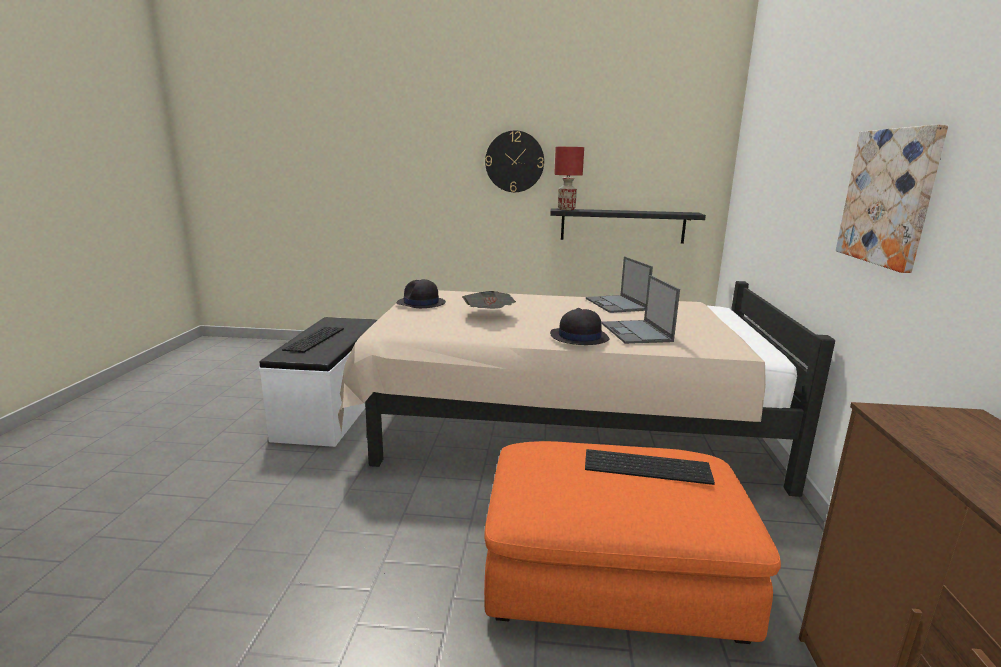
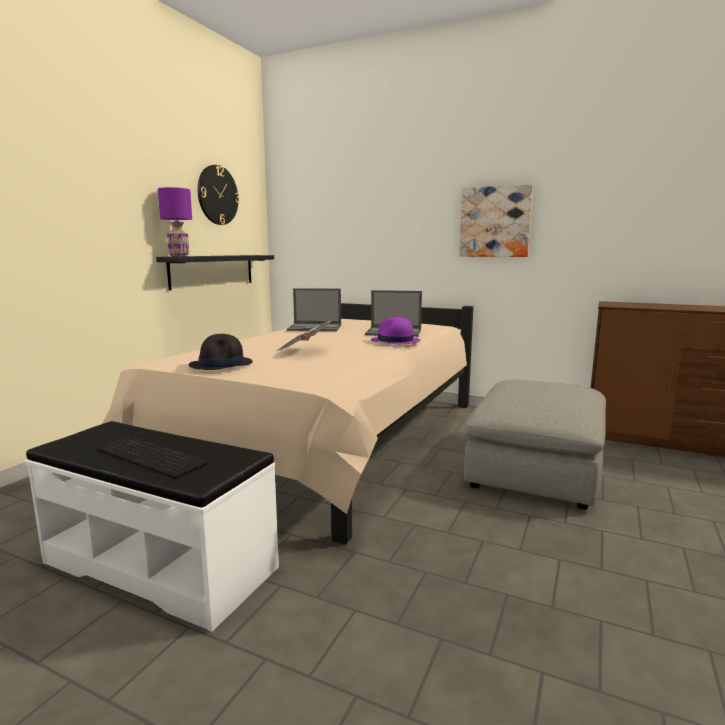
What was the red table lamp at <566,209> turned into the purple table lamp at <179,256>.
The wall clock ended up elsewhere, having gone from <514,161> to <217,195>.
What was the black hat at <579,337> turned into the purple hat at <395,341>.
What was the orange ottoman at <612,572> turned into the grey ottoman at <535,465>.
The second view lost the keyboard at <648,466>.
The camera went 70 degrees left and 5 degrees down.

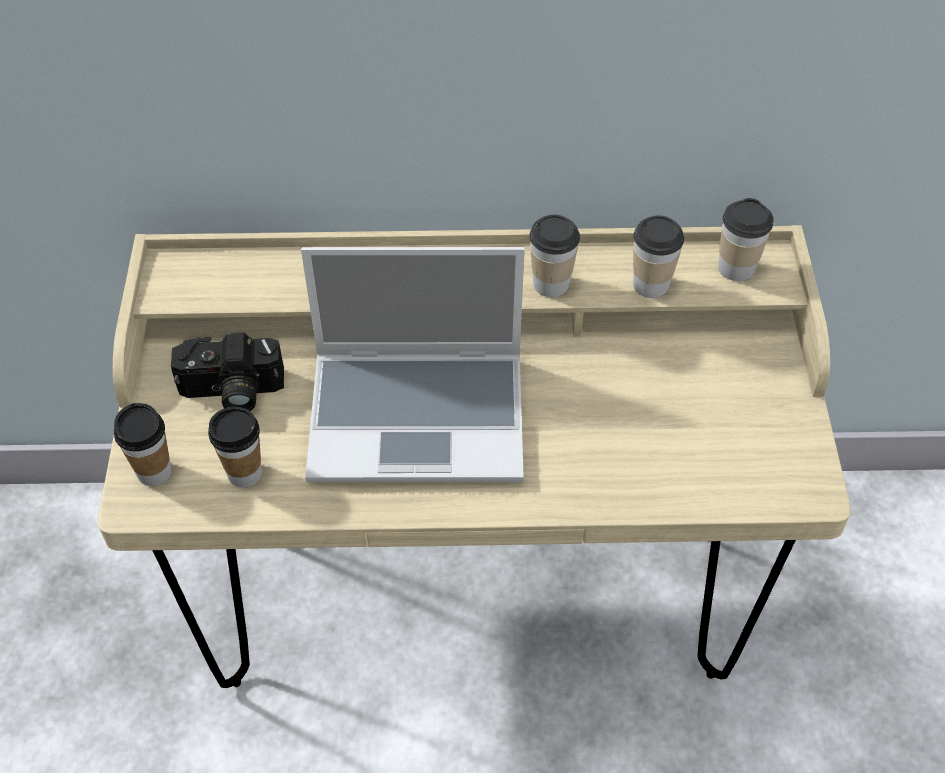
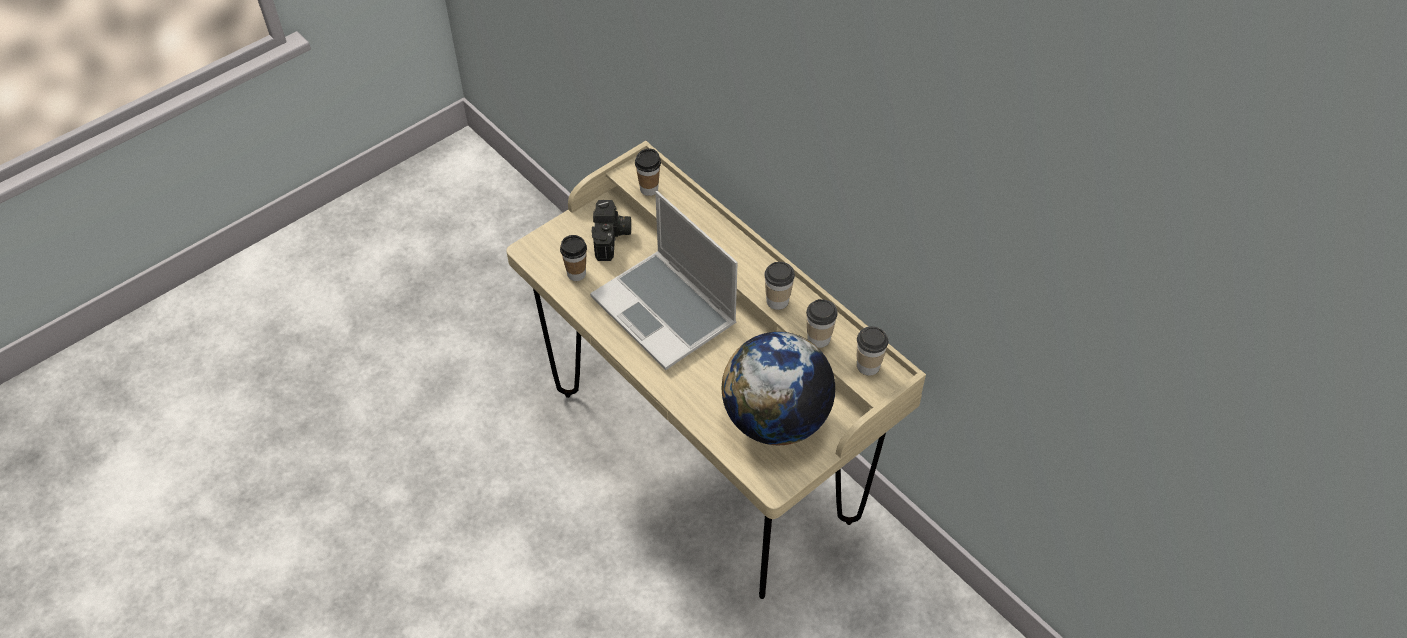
The photo camera at <231,392> ended up facing another way, 135 degrees counterclockwise from before.
The cup ended up elsewhere, having gone from <154,472> to <649,189>.
The second view gained the globe at <775,420>.
The camera went 50 degrees right and 0 degrees up.

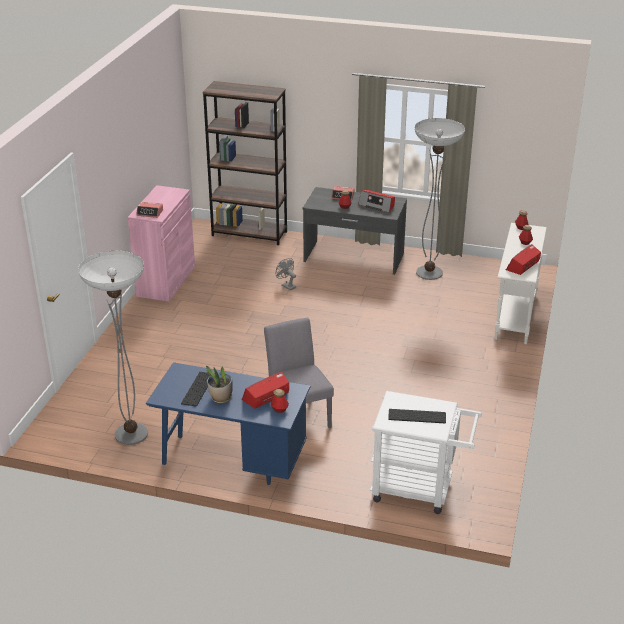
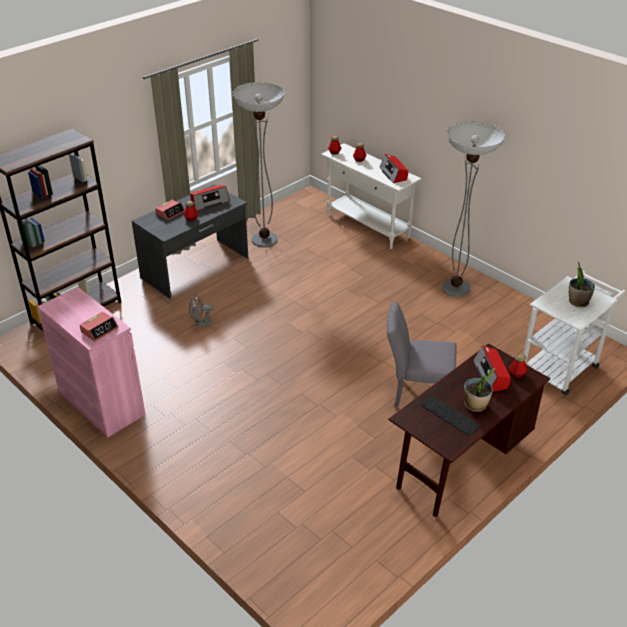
What was the blue desk at <232,461> turned into the brown desk at <461,463>.
The floor lamp ended up elsewhere, having gone from <131,434> to <455,288>.
Where the keyboard stood at <416,417>, the potted plant came to stand at <577,302>.
The camera went 60 degrees left and 5 degrees up.

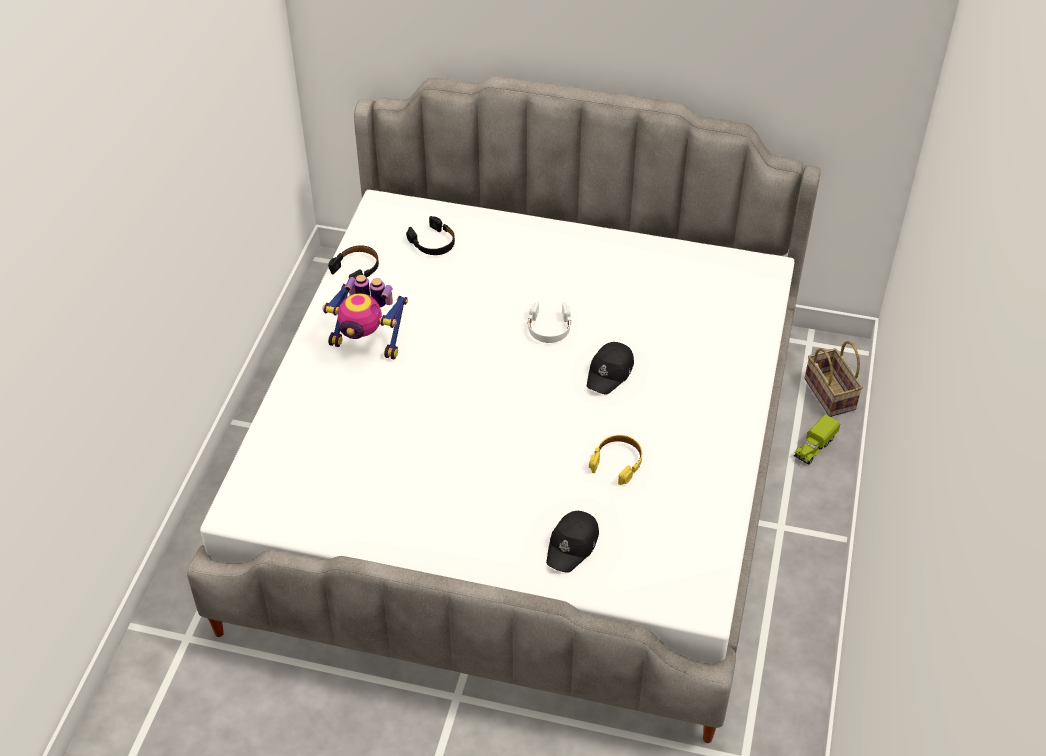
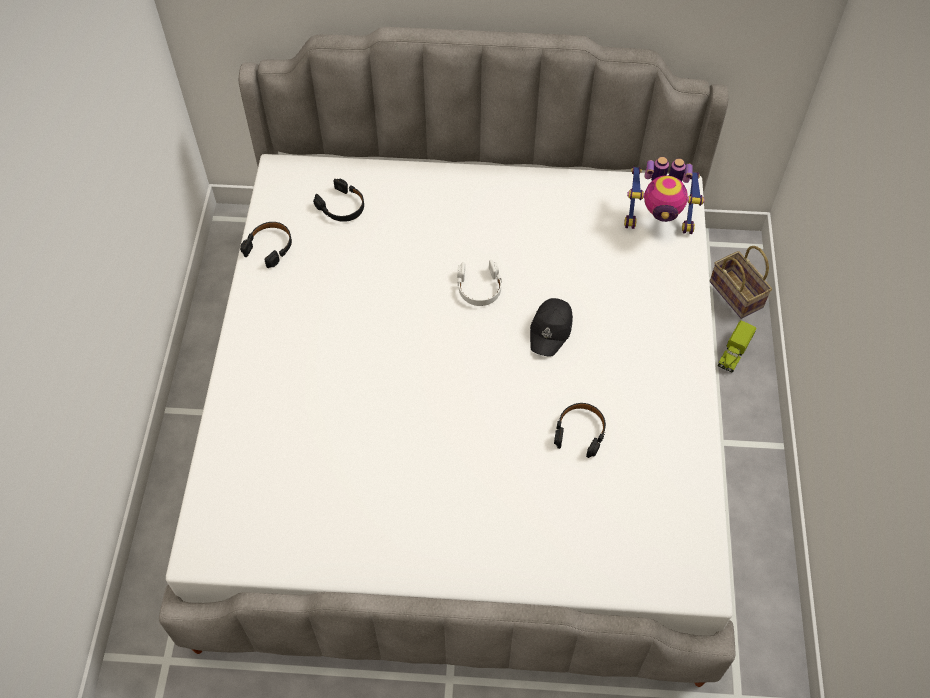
What was the yellow headphones at <617,462> turned into the black headphones at <580,432>.
The toy robot ended up elsewhere, having gone from <367,343> to <658,221>.
The second view lost the black cap at <573,545>.
The camera went 10 degrees left and 10 degrees up.

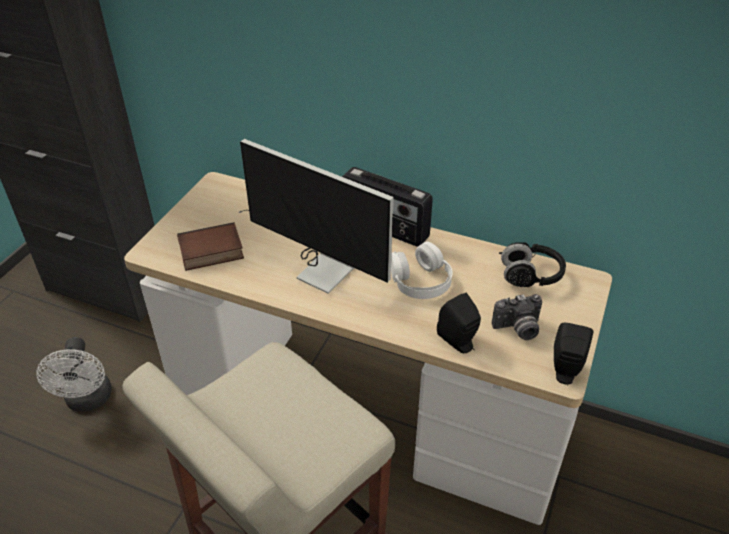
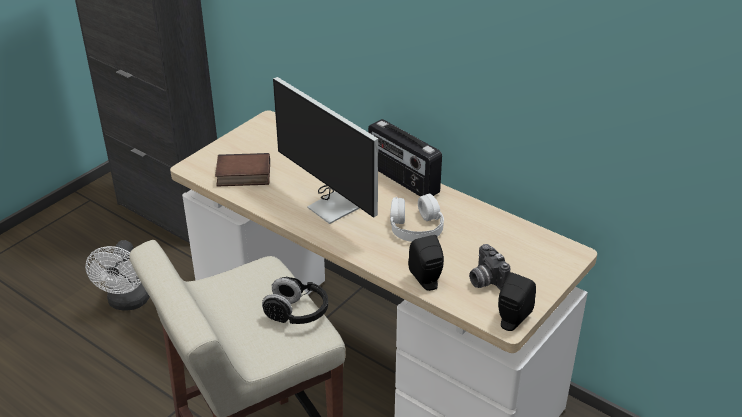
The black headphones ended up elsewhere, having gone from <530,276> to <296,313>.
The photo camera at <518,329> ended up facing another way, 60 degrees clockwise from before.
The camera went 15 degrees right and 5 degrees down.

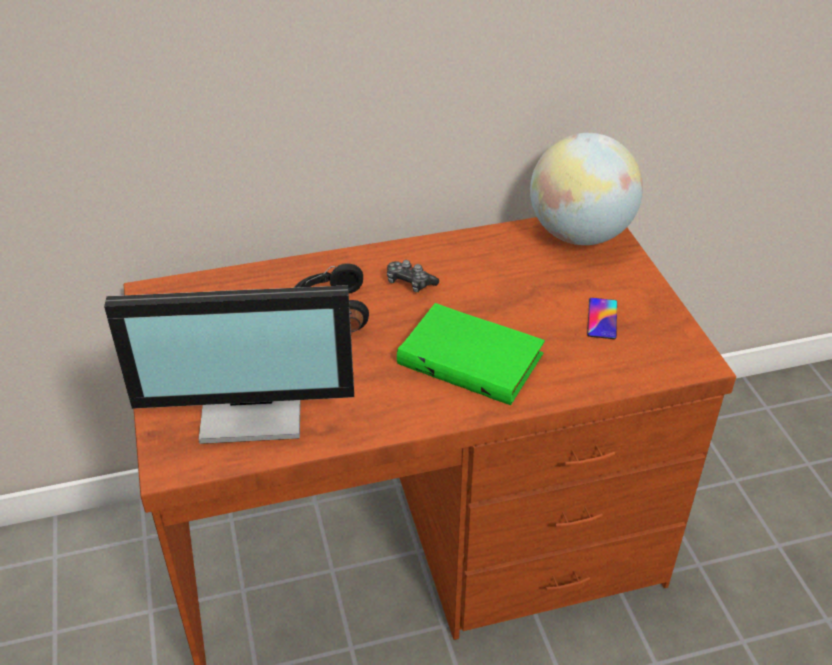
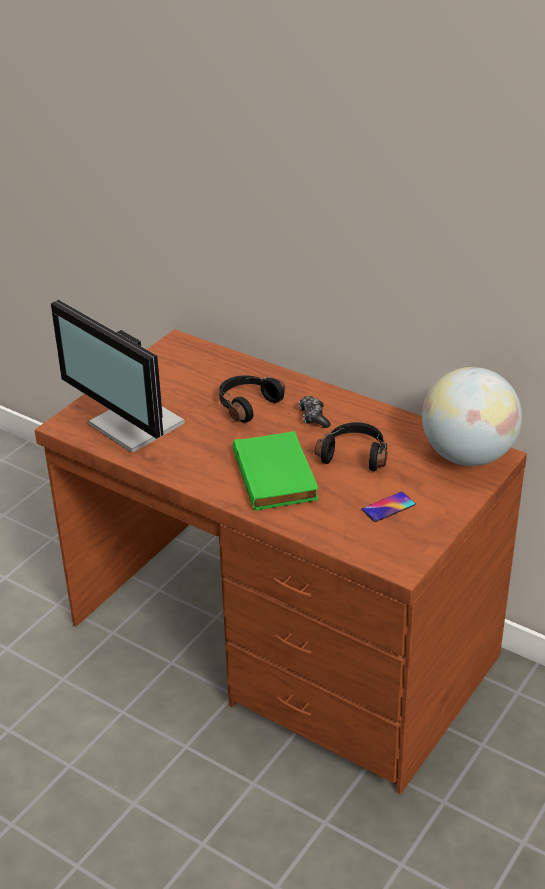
The second view gained the black headphones at <354,454>.
The camera went 50 degrees right and 5 degrees down.

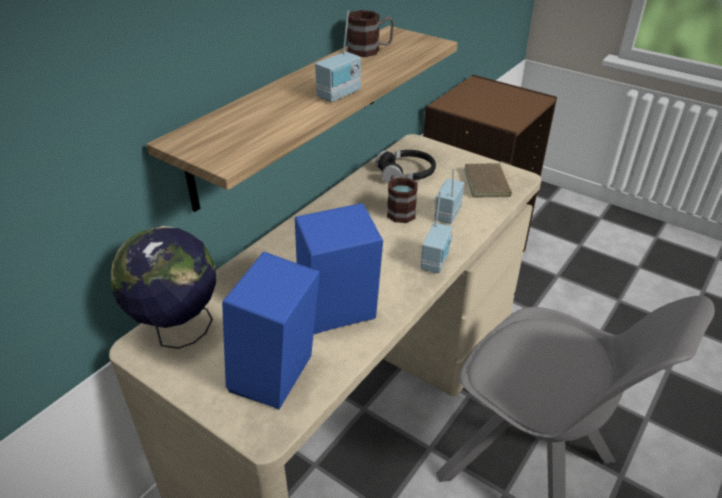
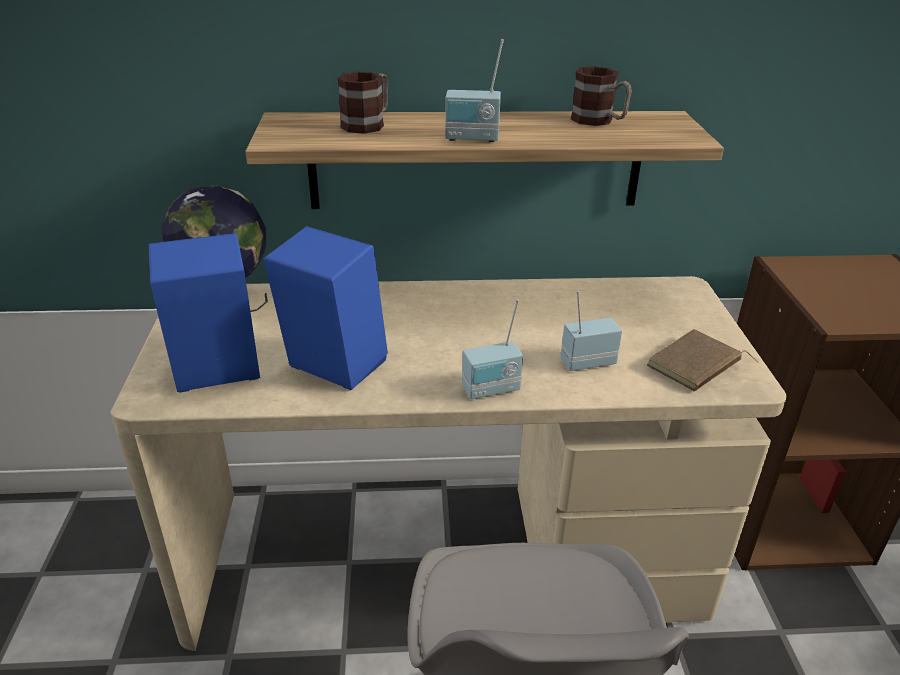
The mug ended up elsewhere, having gone from <399,210> to <368,124>.
The second view lost the black headphones at <406,173>.
The camera went 50 degrees right and 5 degrees down.

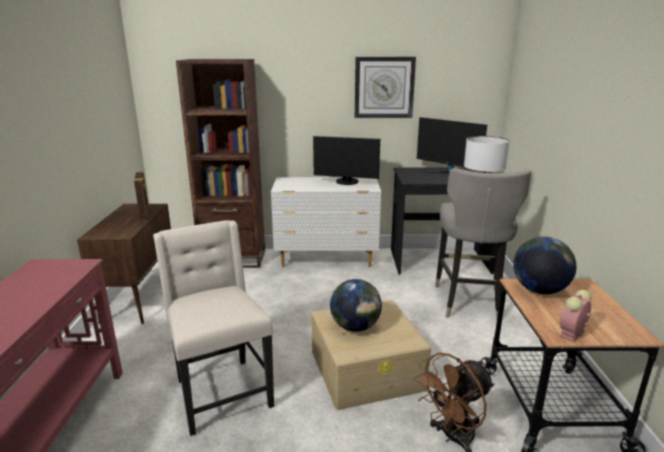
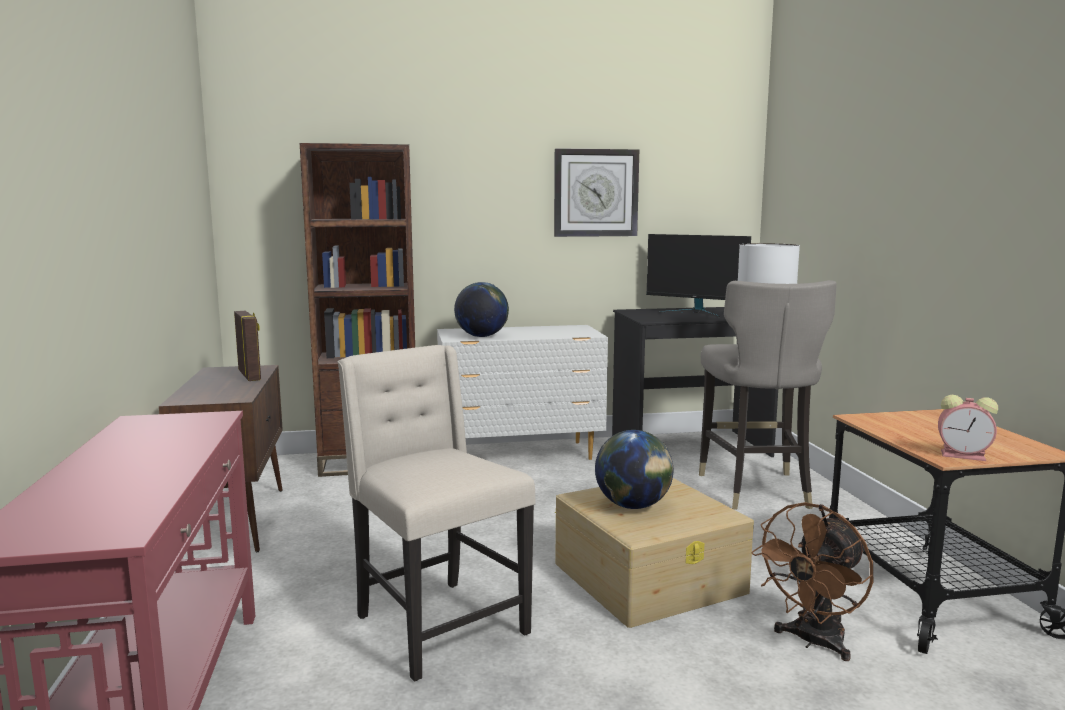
The globe ended up elsewhere, having gone from <539,291> to <482,336>.
The alarm clock at <571,334> ended up facing another way, 105 degrees counterclockwise from before.
The second view lost the monitor at <346,182>.
The camera went 10 degrees left and 10 degrees down.

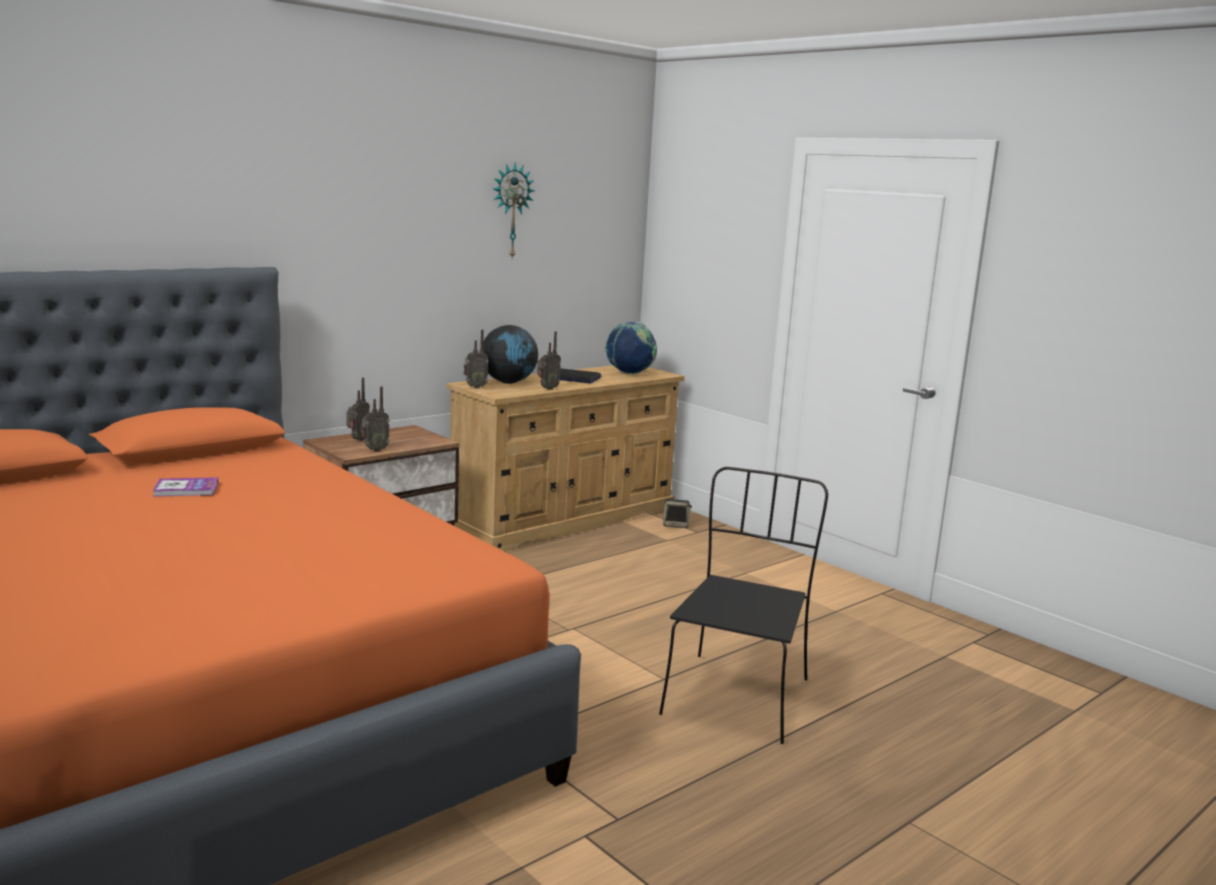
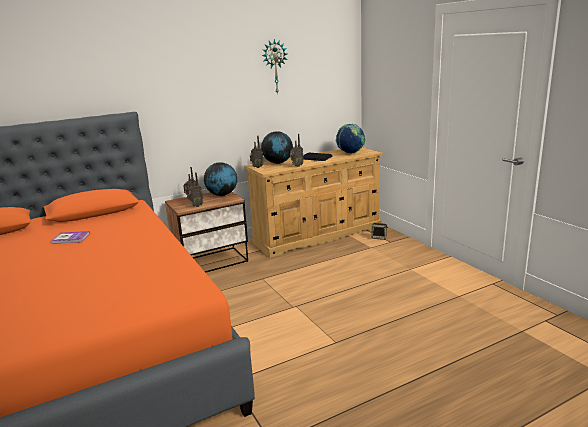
The second view gained the globe at <222,195>.
The second view lost the black chair at <737,695>.
The camera went 15 degrees right and 5 degrees up.

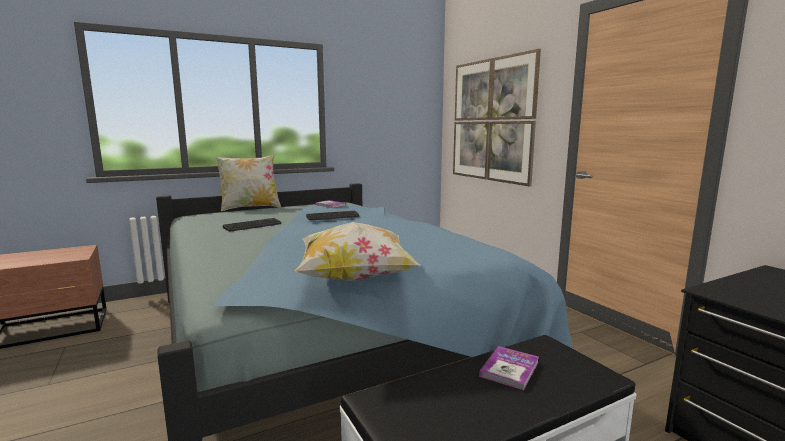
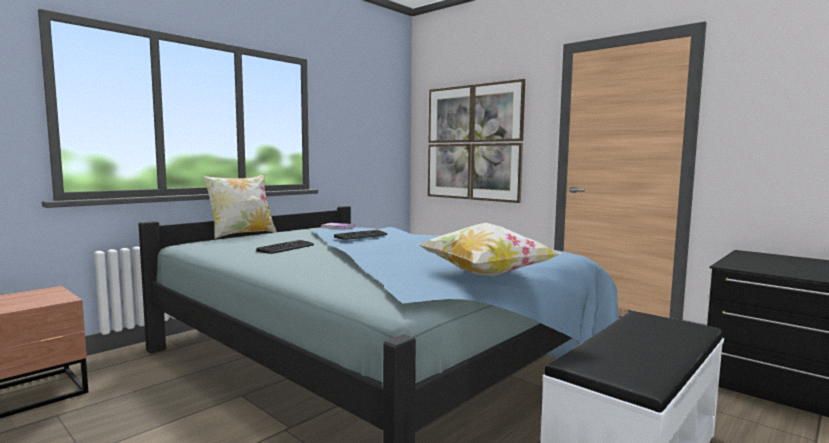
The second view lost the book at <509,369>.
The camera went 20 degrees left and 5 degrees down.

